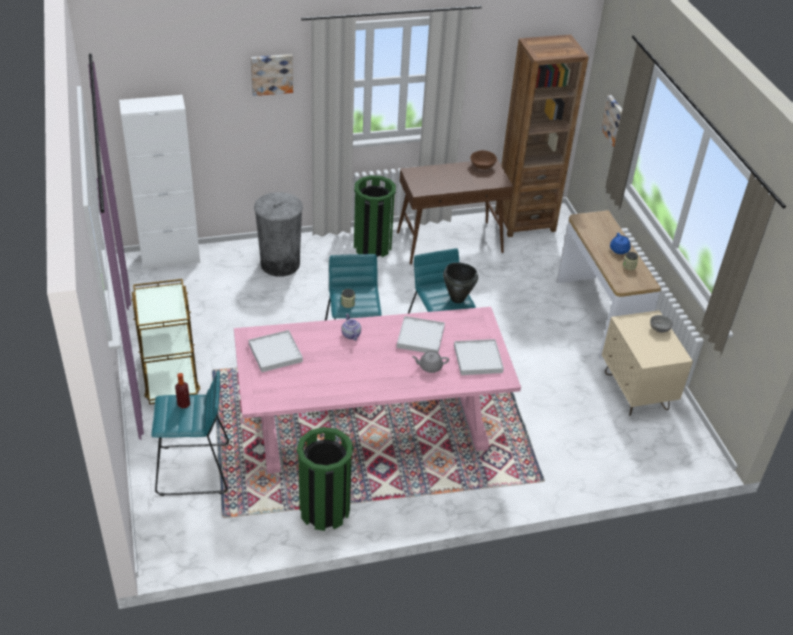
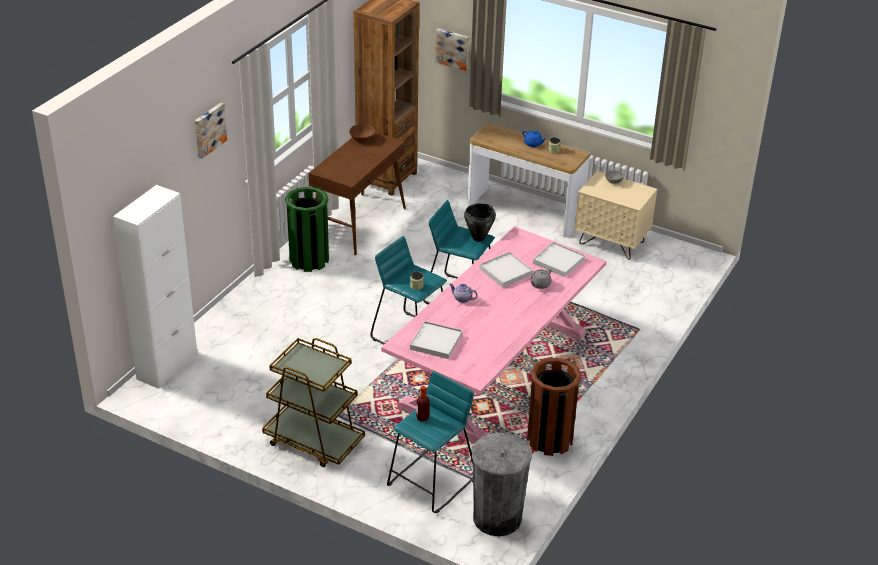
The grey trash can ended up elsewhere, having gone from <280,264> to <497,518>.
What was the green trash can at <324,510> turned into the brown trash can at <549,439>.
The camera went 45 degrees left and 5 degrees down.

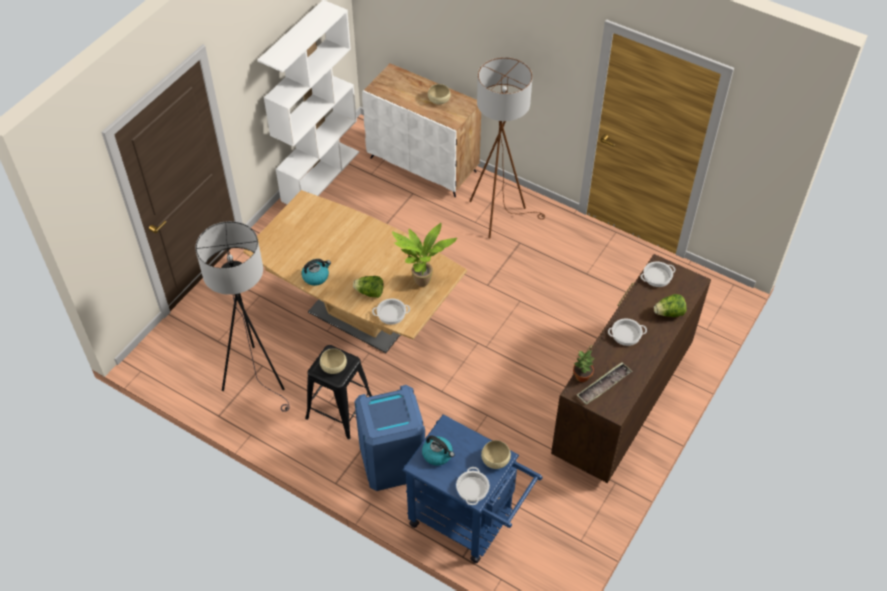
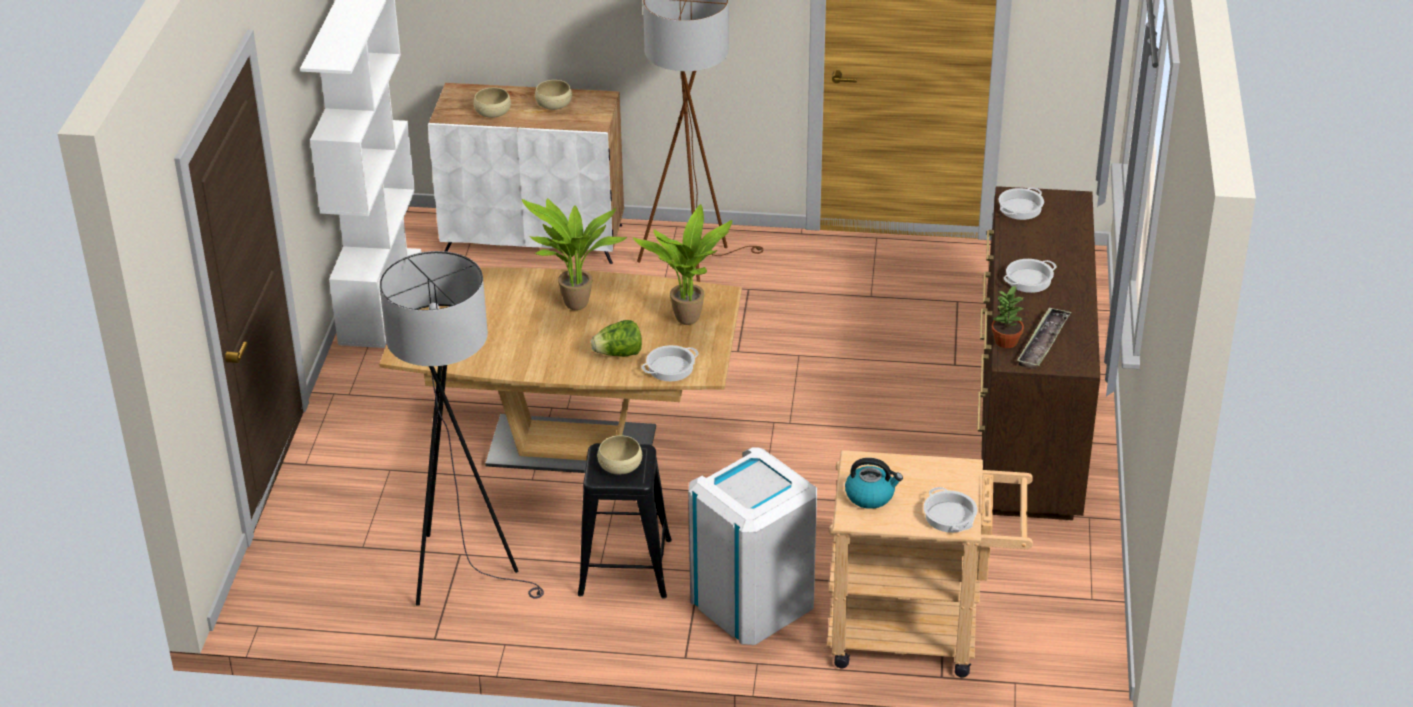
The beige bowl ended up elsewhere, having gone from <495,459> to <492,112>.
The second view gained the potted plant at <574,307>.
What was the blue trash can at <392,461> turned into the white trash can at <752,601>.
What was the blue cart at <469,522> turned into the beige cart at <919,633>.
The second view lost the kettle at <316,276>.
The second view lost the lettuce at <669,313>.
The camera went 25 degrees left and 15 degrees down.

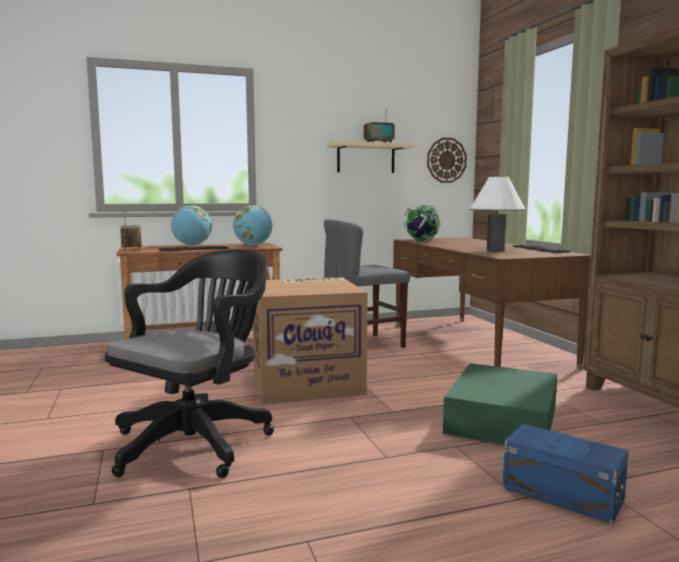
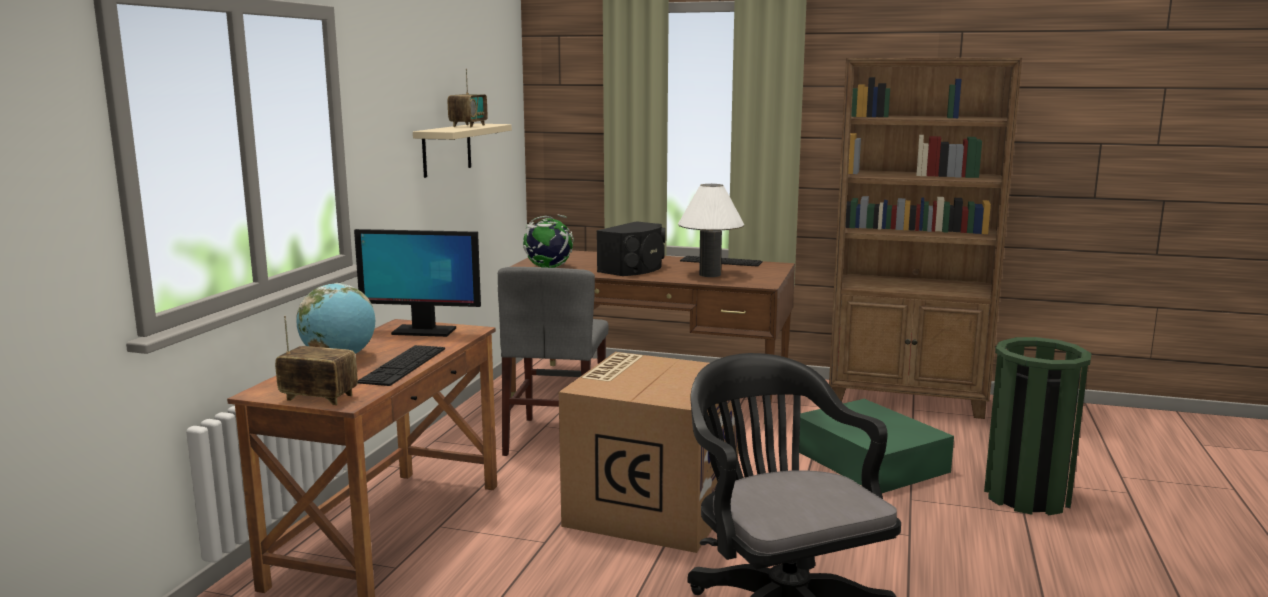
Where the globe stood at <253,245>, the monitor came to stand at <423,331>.
The second view gained the black speaker at <634,269>.
Where the blue storage box stood at <563,495>, the green trash can came to stand at <1027,496>.
The second view lost the wall clock at <446,160>.
The camera went 55 degrees left and 5 degrees up.

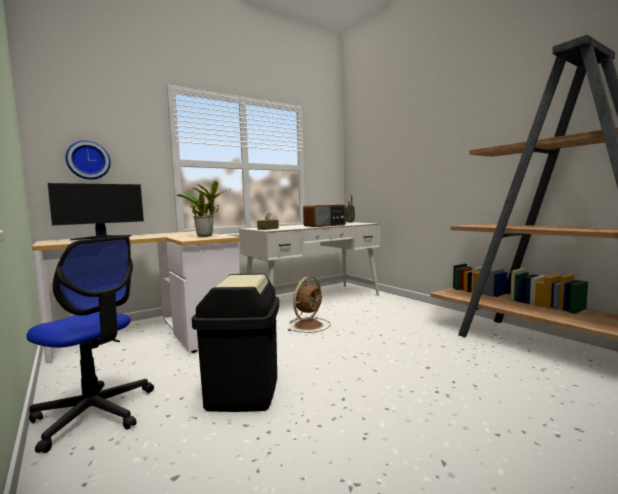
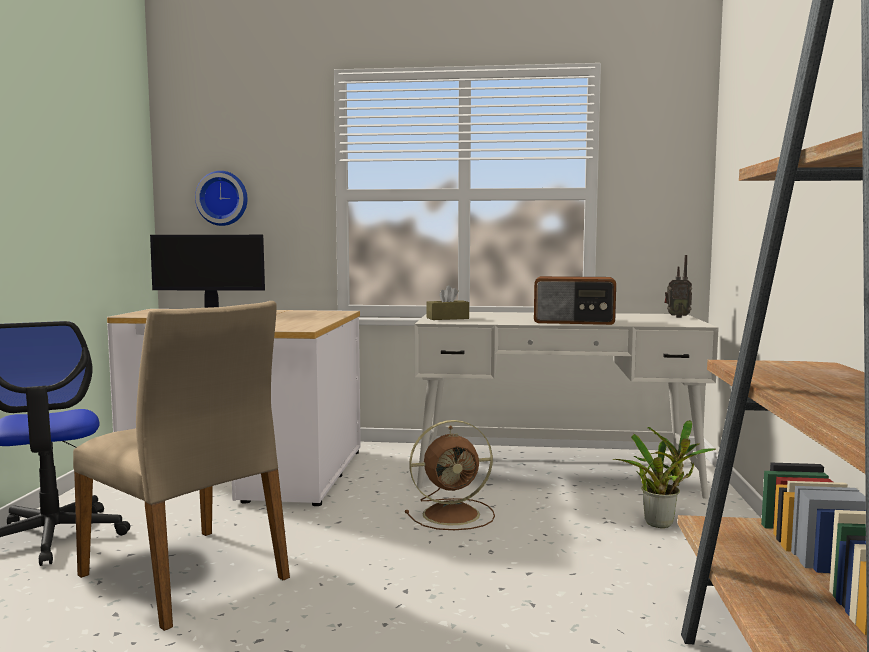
Where the black trash can stood at <244,392>, the beige chair came to stand at <187,576>.
The potted plant ended up elsewhere, having gone from <206,236> to <662,523>.
The camera went 40 degrees right and 0 degrees up.

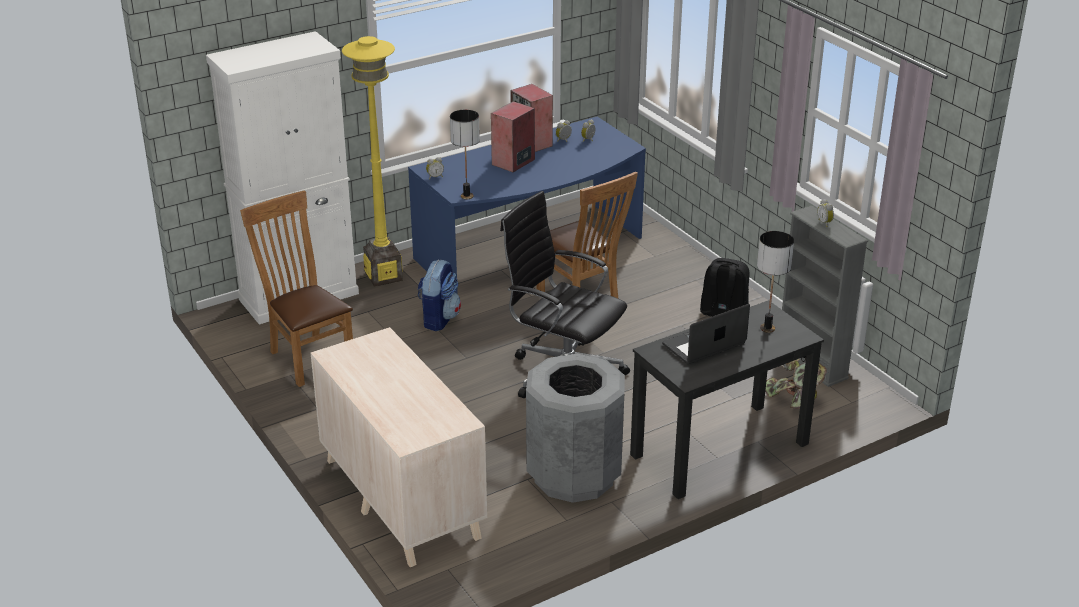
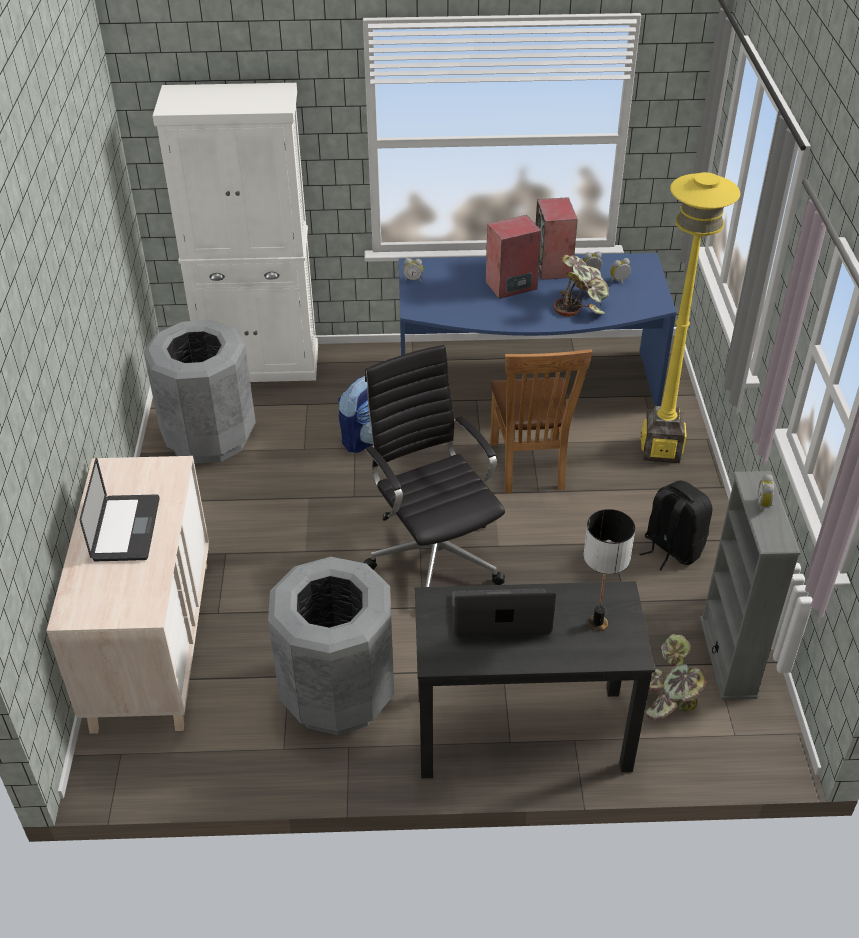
The second view gained the laptop at <126,529>.
Where the brown chair stood at <308,357>, the grey trash can came to stand at <209,437>.
The second view gained the potted plant at <581,303>.
The yellow floor lamp ended up elsewhere, having gone from <383,276> to <660,449>.
The second view lost the table lamp at <467,196>.
The camera went 30 degrees right and 10 degrees up.

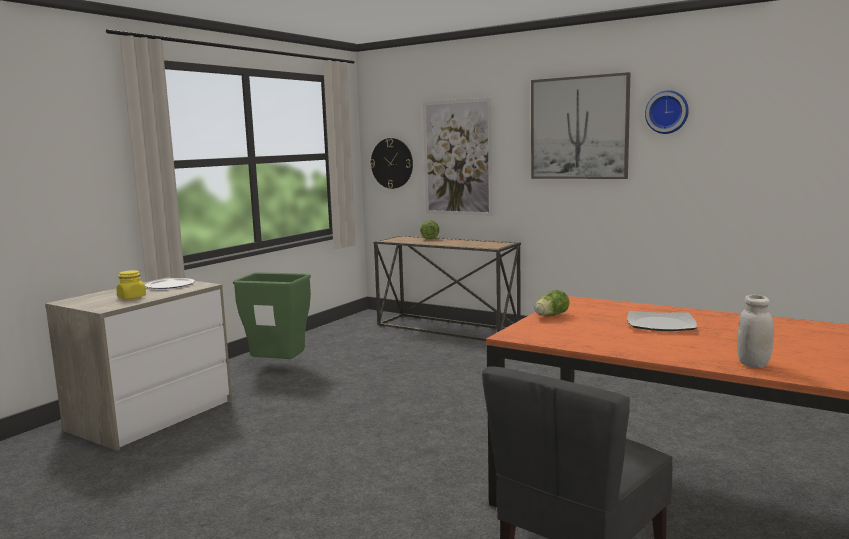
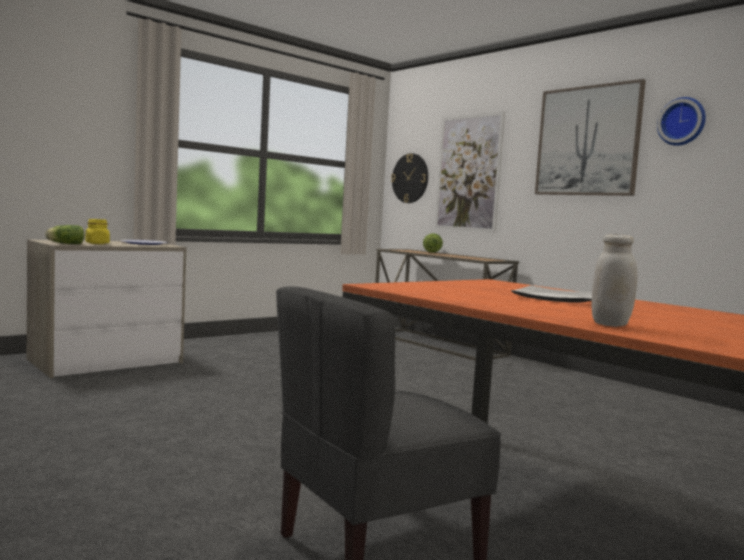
The lettuce ended up elsewhere, having gone from <550,316> to <64,243>.
The second view lost the green trash can at <279,367>.
The camera went 15 degrees right and 5 degrees down.

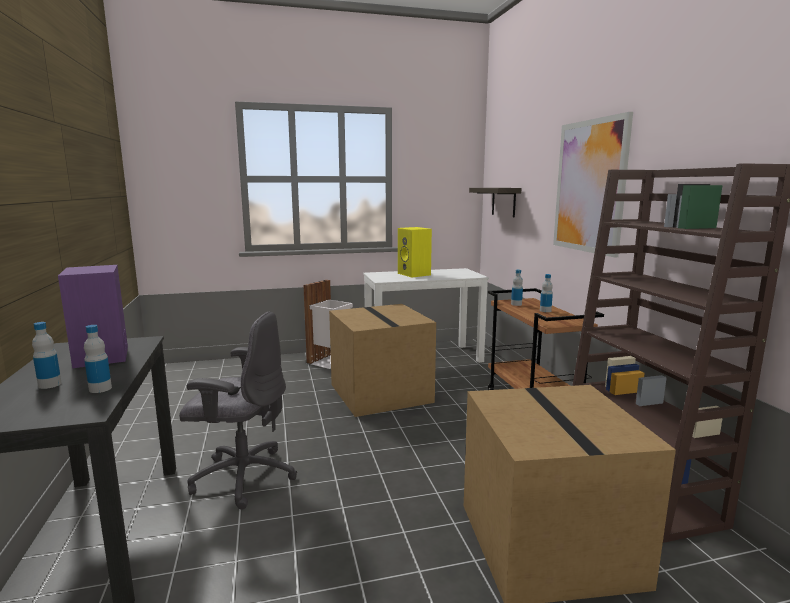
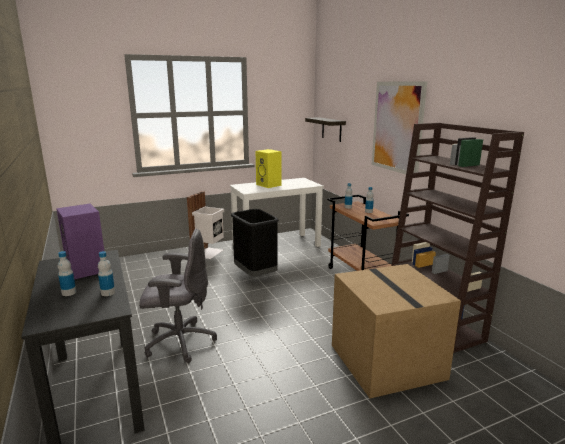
Where the cardboard box stood at <382,393>, the black trash can came to stand at <255,275>.
The camera went 10 degrees left and 5 degrees up.

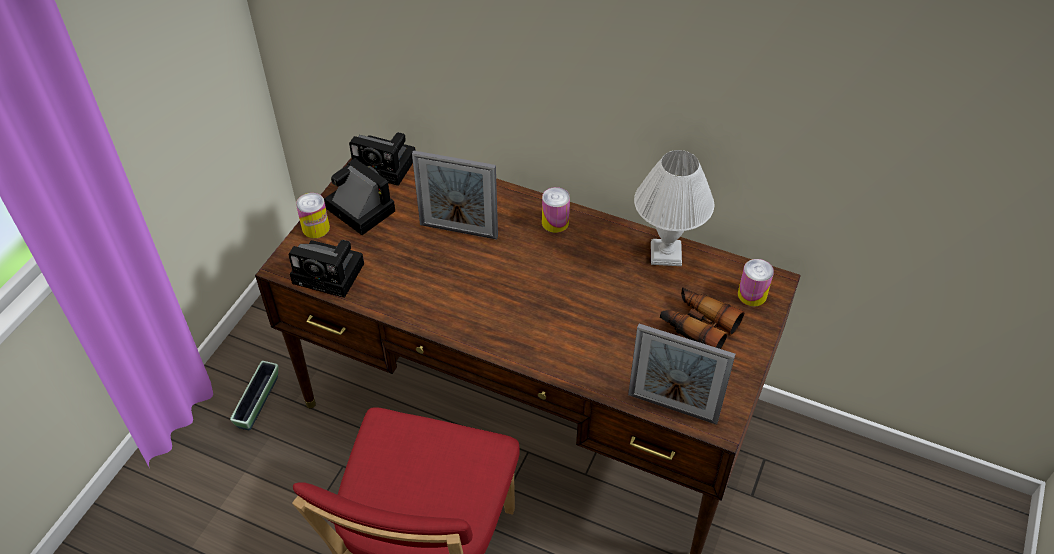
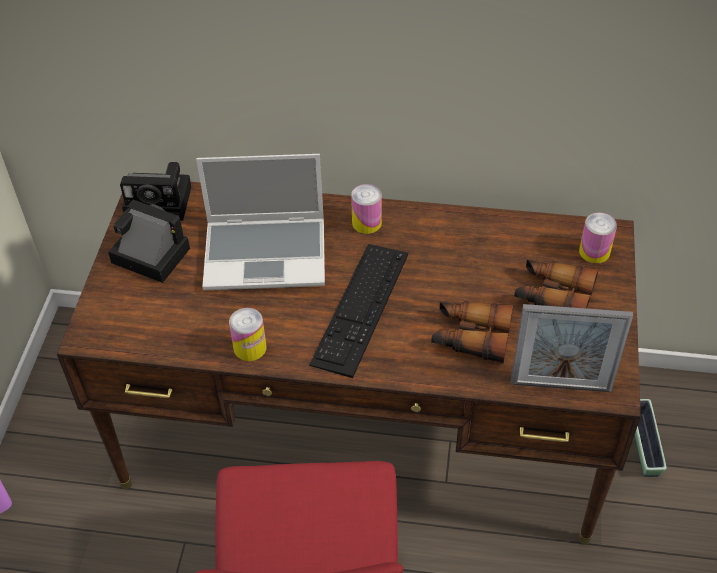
Where the picture frame stood at <458,230>, the laptop came to stand at <267,254>.
The can ended up elsewhere, having gone from <315,228> to <250,348>.
The second view gained the keyboard at <360,308>.
The second view gained the binoculars at <470,337>.
The planter ended up elsewhere, having gone from <258,402> to <644,444>.
The second view lost the photo camera at <331,273>.
The second view lost the white table lamp at <665,253>.
The camera went 15 degrees left and 0 degrees up.

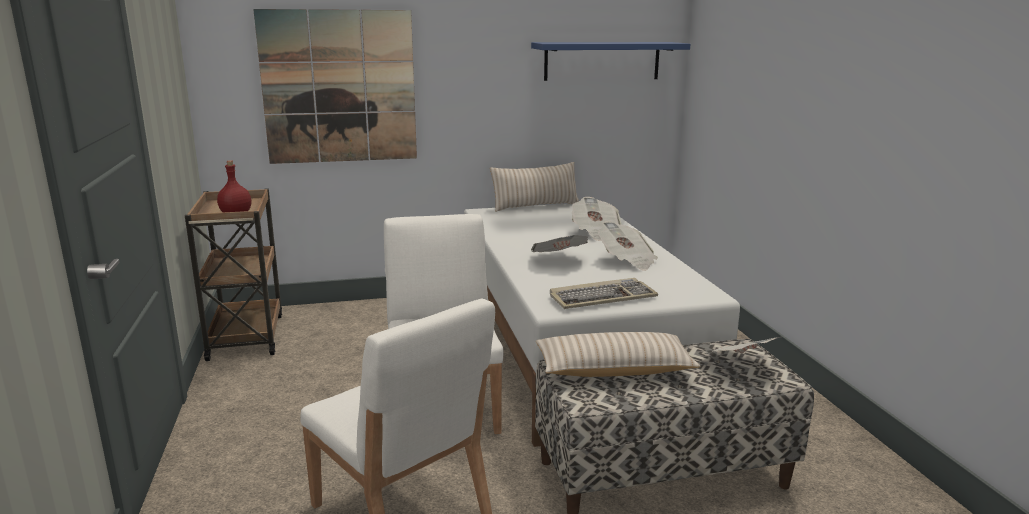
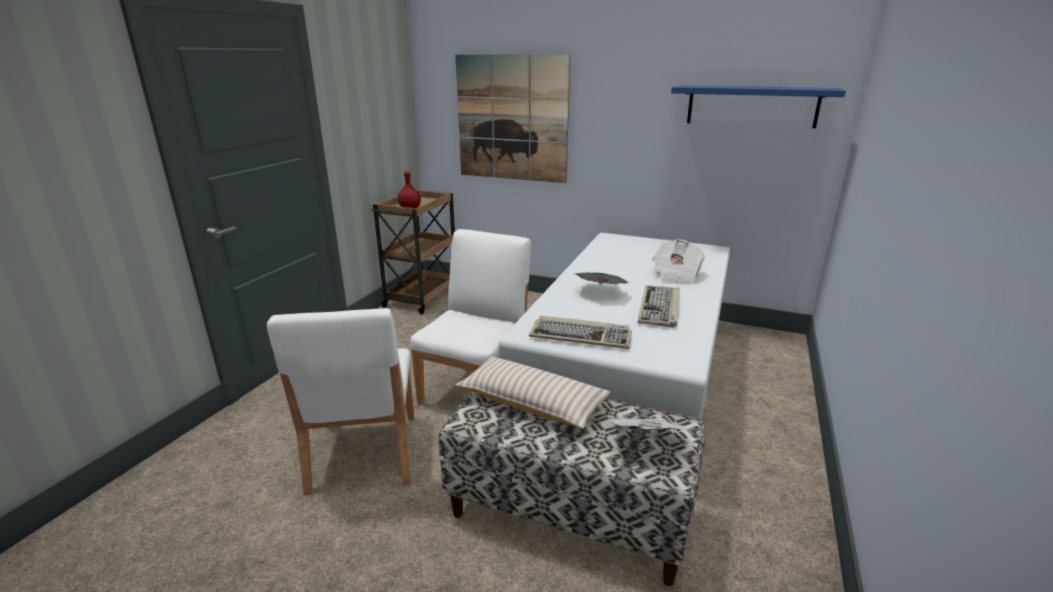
Where the newspaper stood at <627,261>, the keyboard came to stand at <660,308>.
The second view lost the beige pillow at <535,206>.
The camera went 35 degrees right and 5 degrees up.

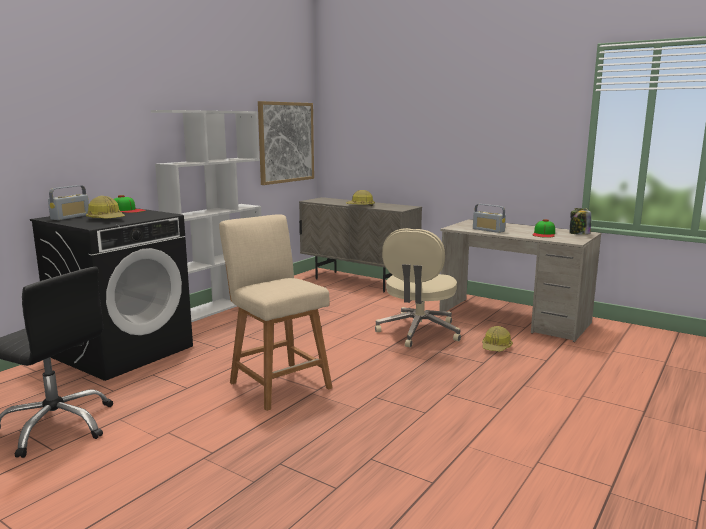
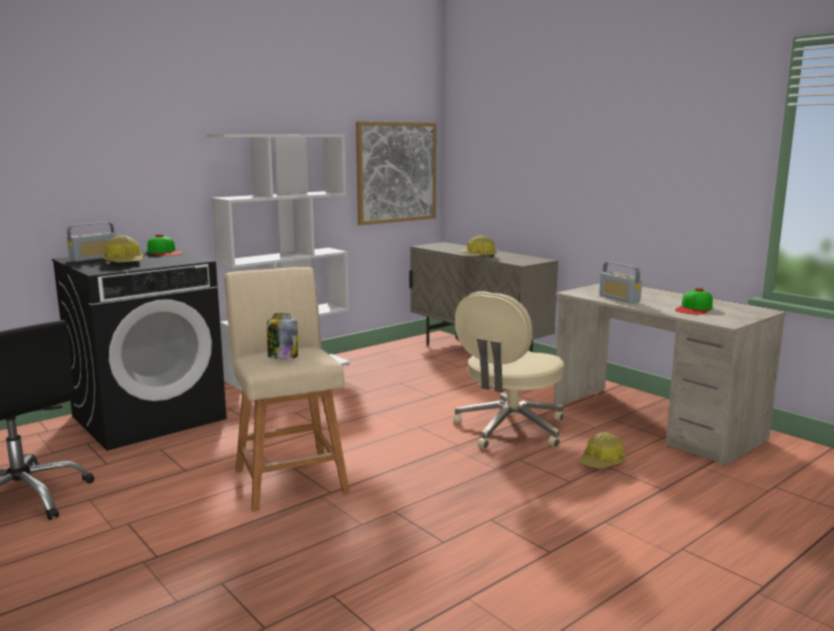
The jar ended up elsewhere, having gone from <579,234> to <282,356>.
The camera went 15 degrees right and 0 degrees up.

